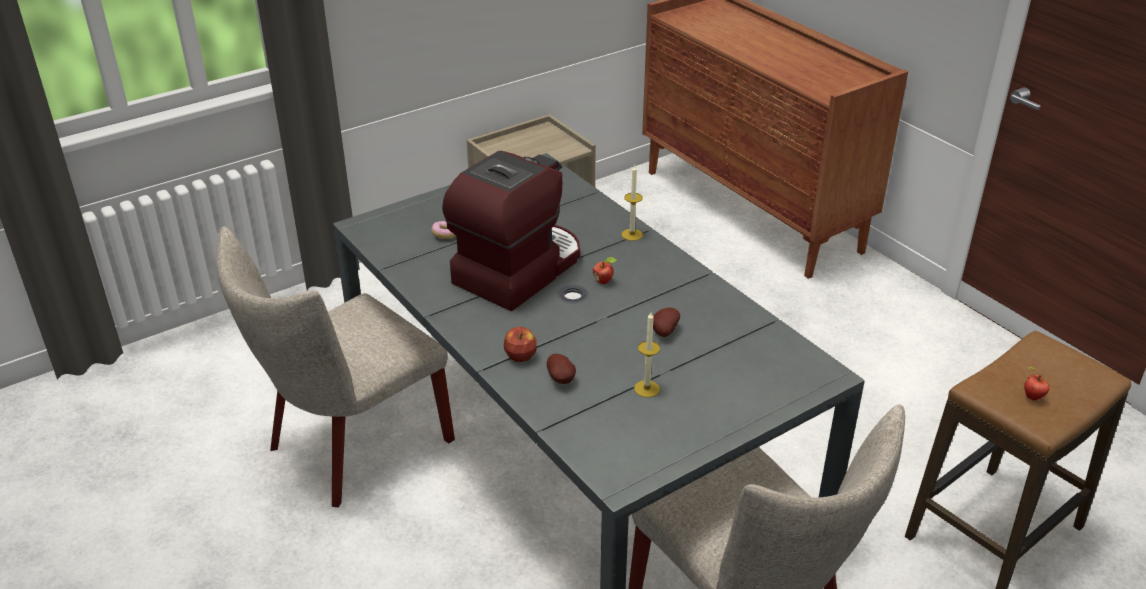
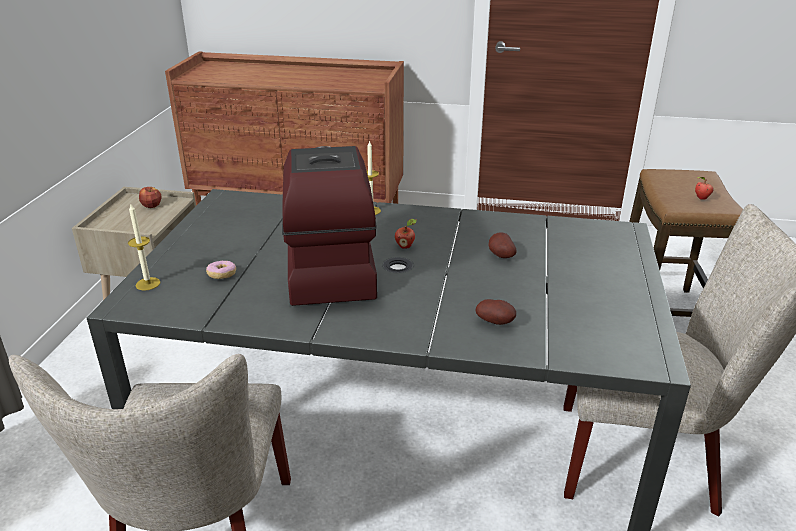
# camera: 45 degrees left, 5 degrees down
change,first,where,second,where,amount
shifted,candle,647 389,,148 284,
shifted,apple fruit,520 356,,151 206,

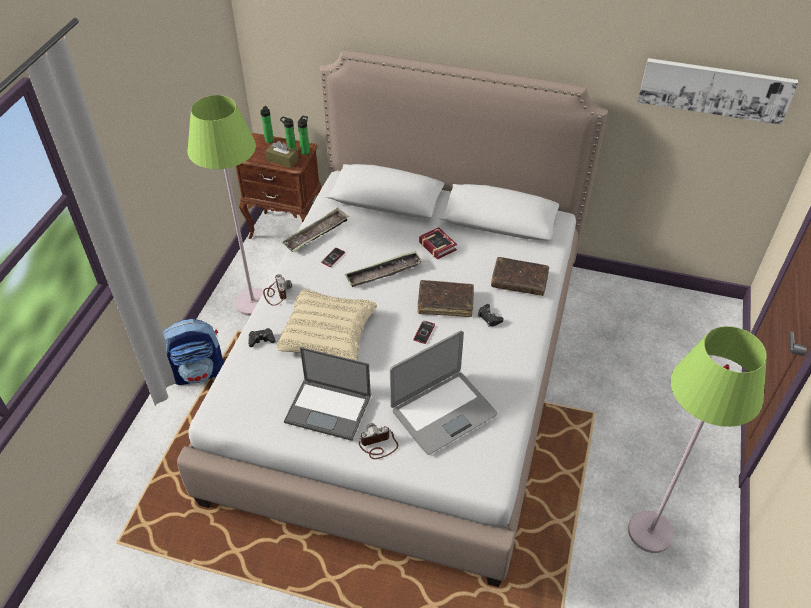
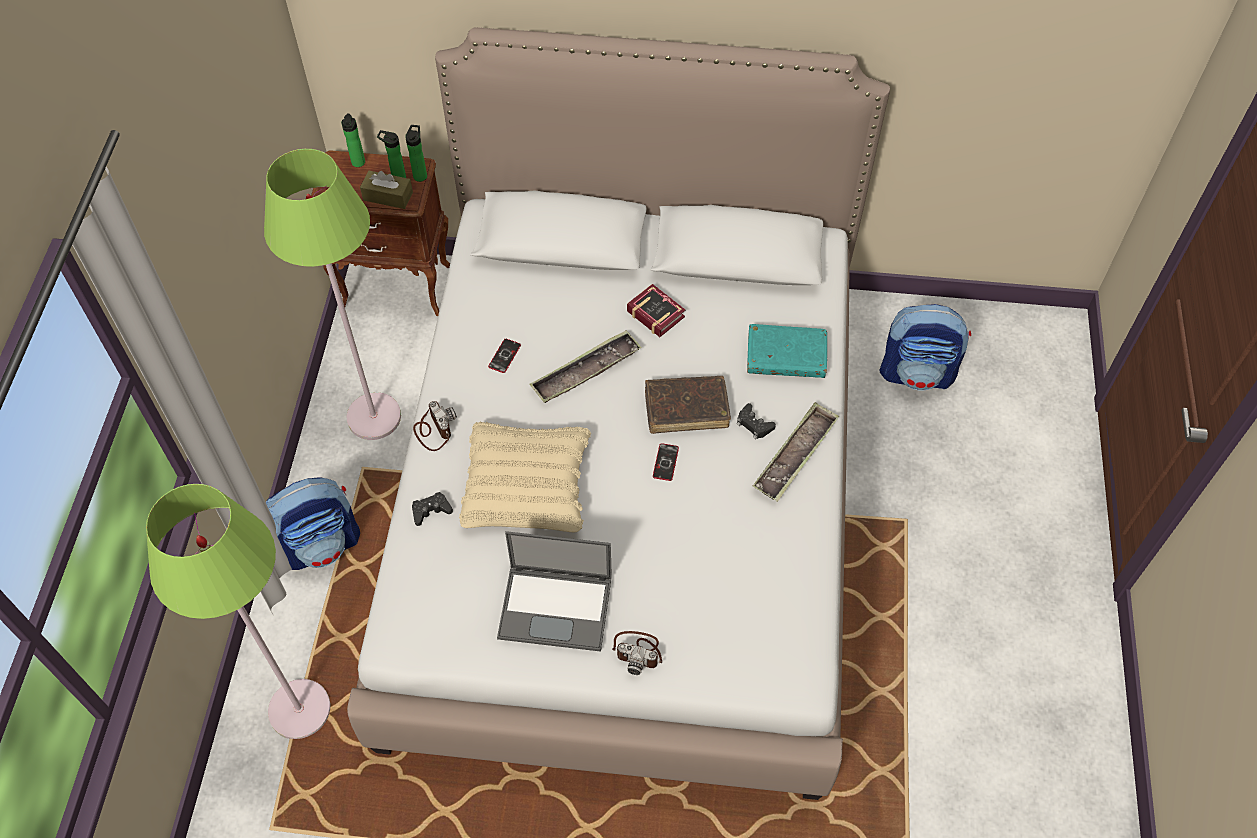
# camera: 10 degrees left, 10 degrees up
change,first,where,second,where,amount
shifted,green floor lamp,650 532,,300 710,
rotated,photo camera,378 445,,638 651,135 degrees counterclockwise
repainted,brown book,519 281,turquoise book,786 357,
shifted,serving tray,316 233,,795 456,
new,,,knapsack,917 373,
gone,laptop,443 412,,,
gone,wall picture,714 89,,,

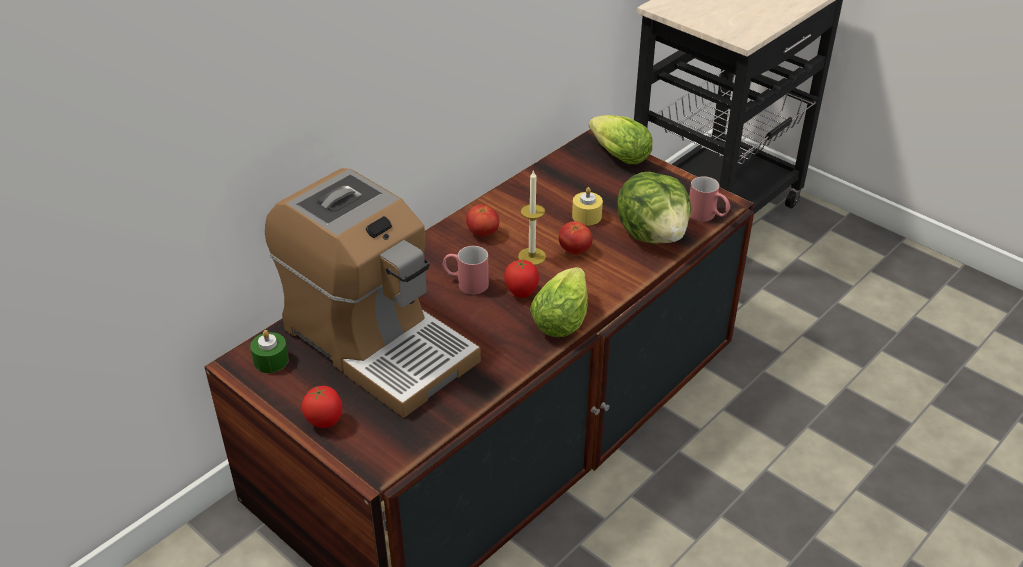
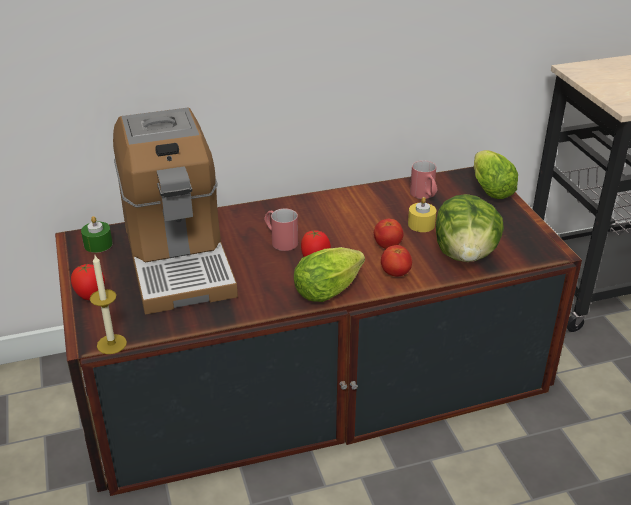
# camera: 30 degrees right, 5 degrees down
change,first,where,second,where,amount
shifted,candle,532 256,,111 344,
shifted,whole tomato,483 233,,395 273,
shifted,reddish tea mug,707 216,,424 196,

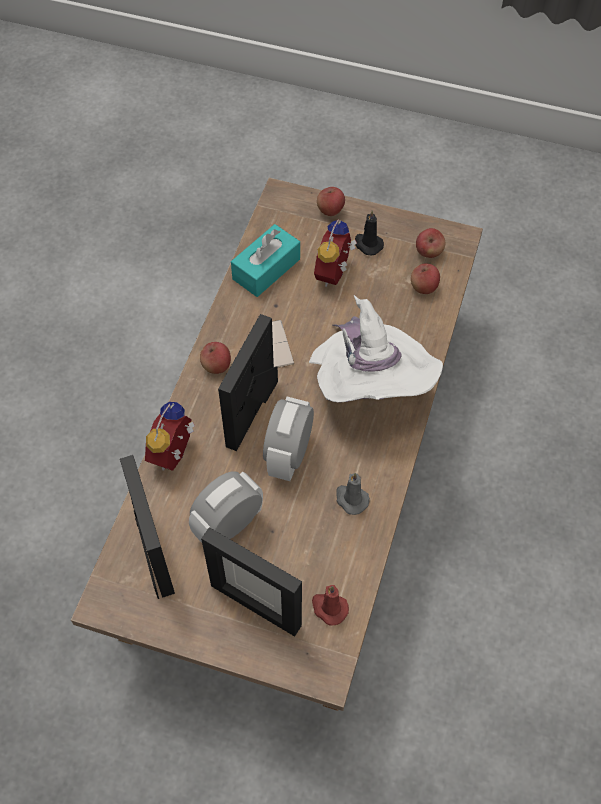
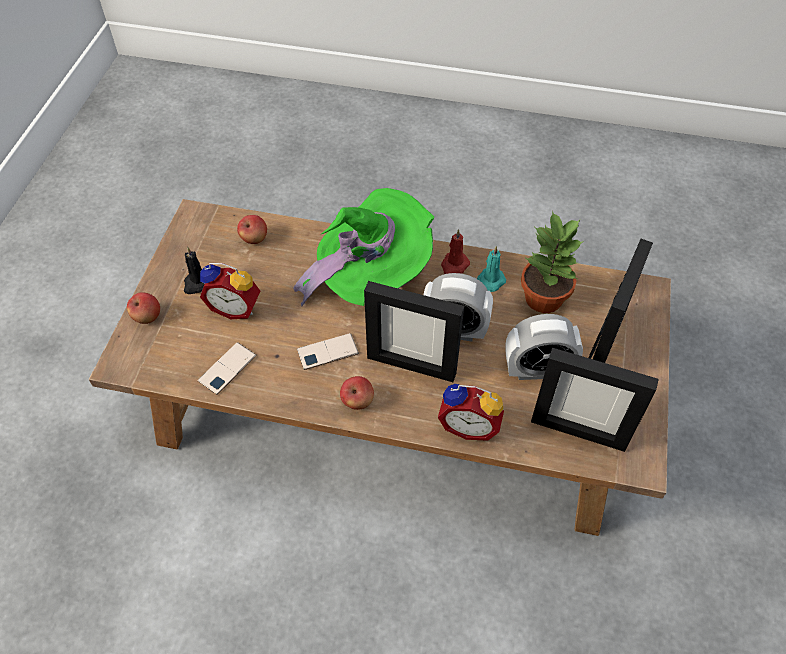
# camera: 95 degrees left, 5 degrees down
change,first,where,second,where,amount
swapped,turquoise tissue box,266 269,phone,227 368,
repainted,white-coloured clothing hat,369 386,green clothing hat,370 274,
shifted,reddish candle,329 608,,454 266,
repainted,grey candle,351 499,turquoise candle,489 282,
rotated,table clock,229 527,,537 370,45 degrees counterclockwise
new,,,plant in a pot,544 297,
rotated,standing frame,153 552,,579 429,135 degrees counterclockwise
gone,apple fruit,429 252,,,

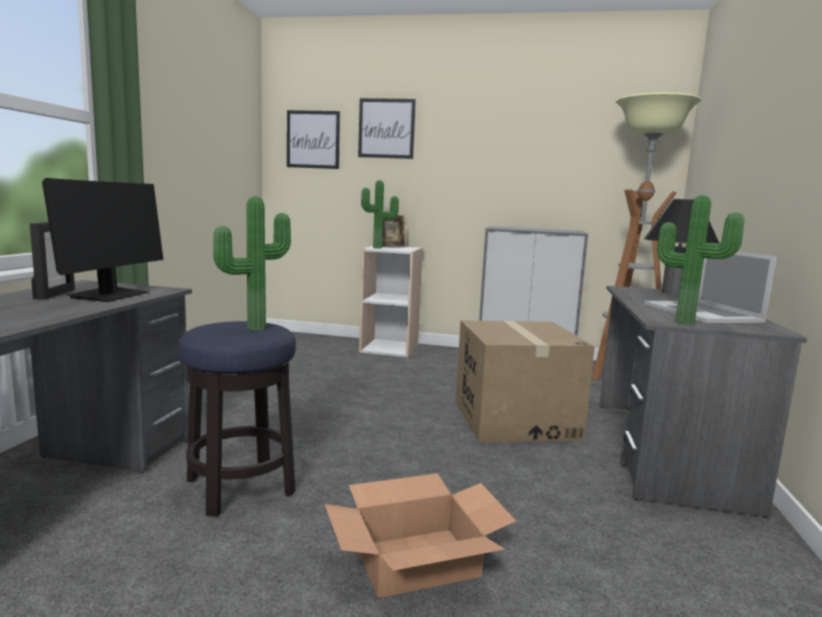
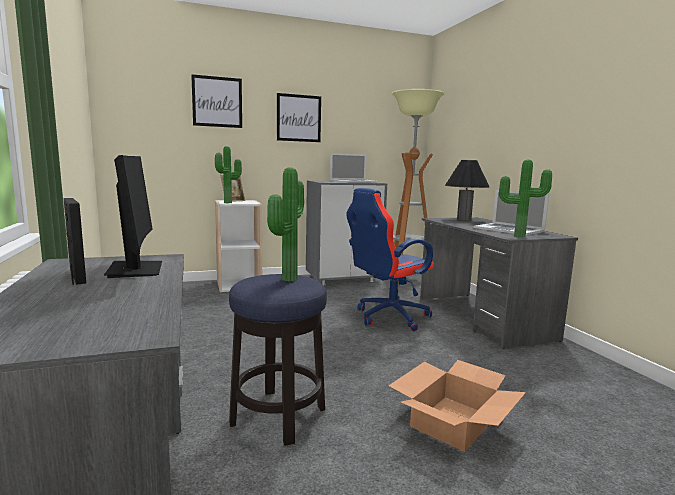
# camera: 30 degrees left, 0 degrees up
change,first,where,second,where,amount
shifted,wall picture,313 139,,298 118,
new,,,laptop,353 181,
swapped,packing box,514 419,blue-coloured office chair,387 318,

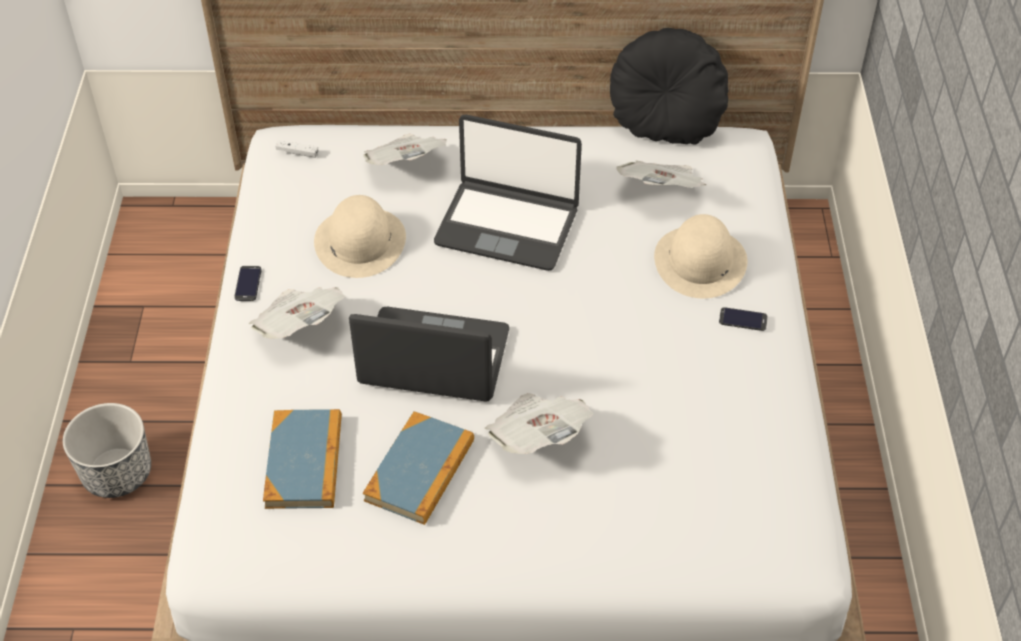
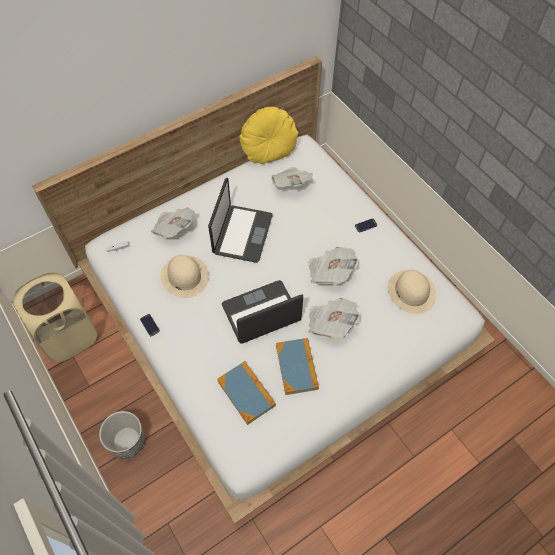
# camera: 35 degrees left, 10 degrees up
change,first,where,second,where,amount
new,,,sand-coloured washing basket,69 336,
rotated,laptop,507 225,,242 234,60 degrees counterclockwise
repainted,blackish pillow,665 129,yellow-coloured pillow,269 154,
shifted,printed paper,299 327,,330 272,
shifted,sand-coloured clothing hat,700 261,,411 292,

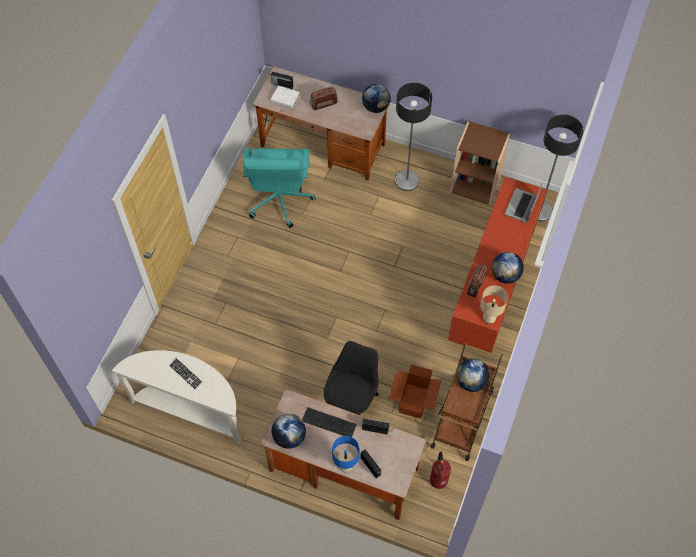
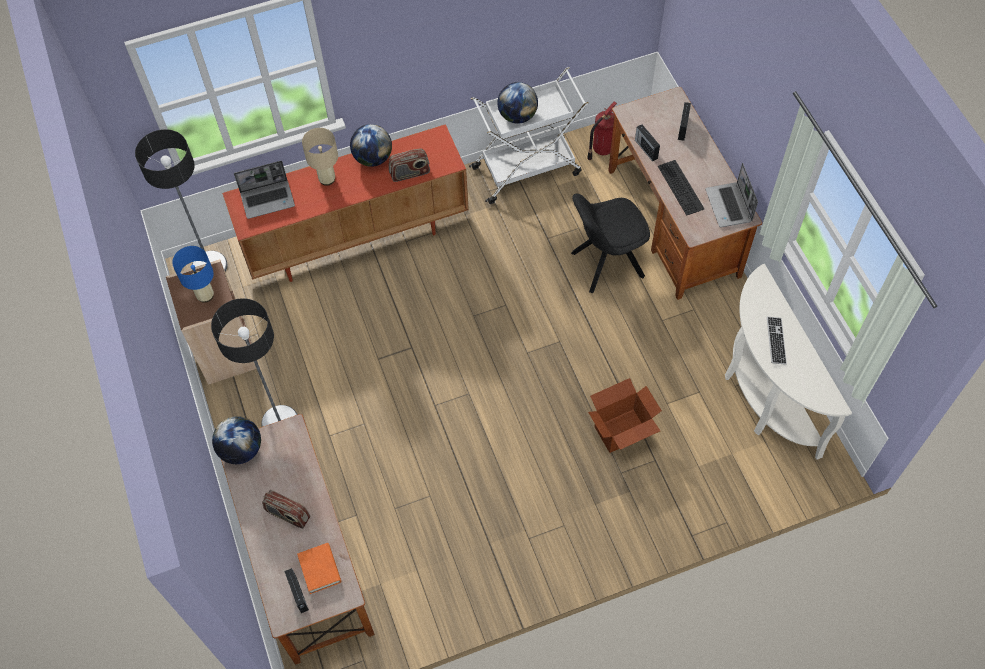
# camera: 130 degrees left, 0 degrees up
change,first,where,second,where,amount
shifted,blue-coloured tabletop lamp,346 466,,205 295,
repainted,white-coloured book,285 99,orange-coloured book,320 569,
shifted,sand-coloured tabletop lamp,488 318,,327 179,
repainted,brown trolley,461 420,white-coloured trolley,527 171,
shifted,packing box,413 401,,622 431,
swapped,desk globe,289 437,laptop,729 206,
gone,turquoise office chair,280 199,,,

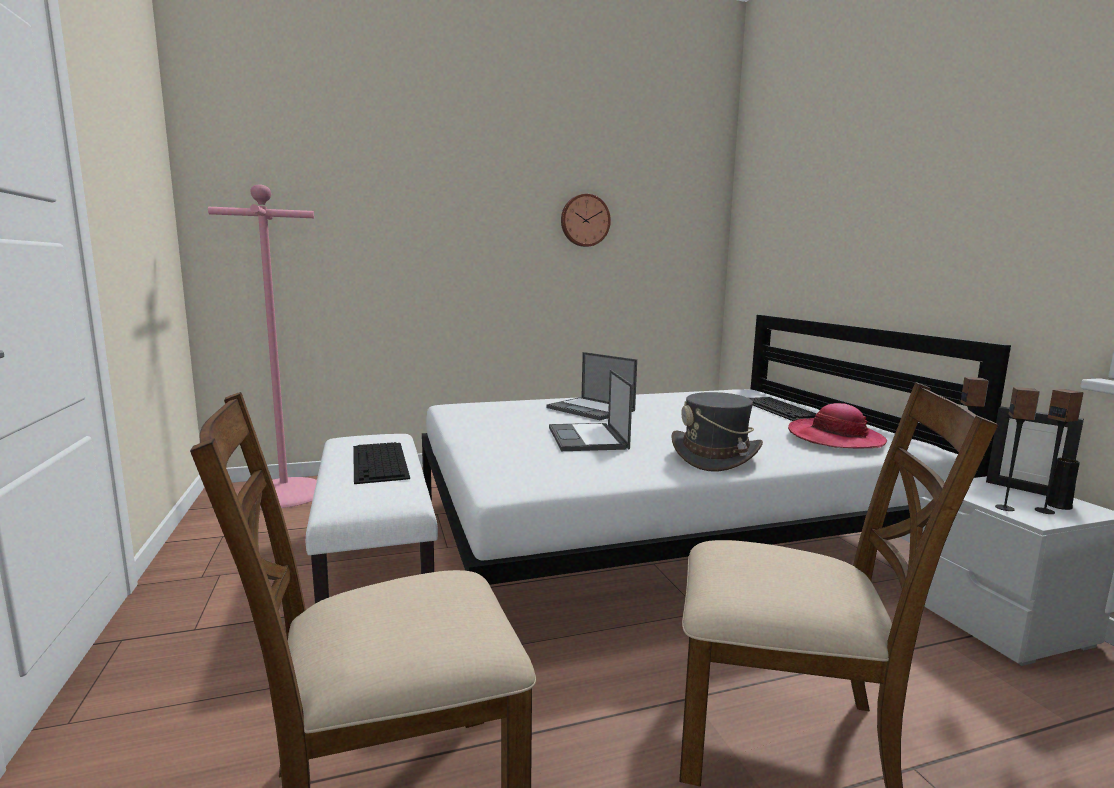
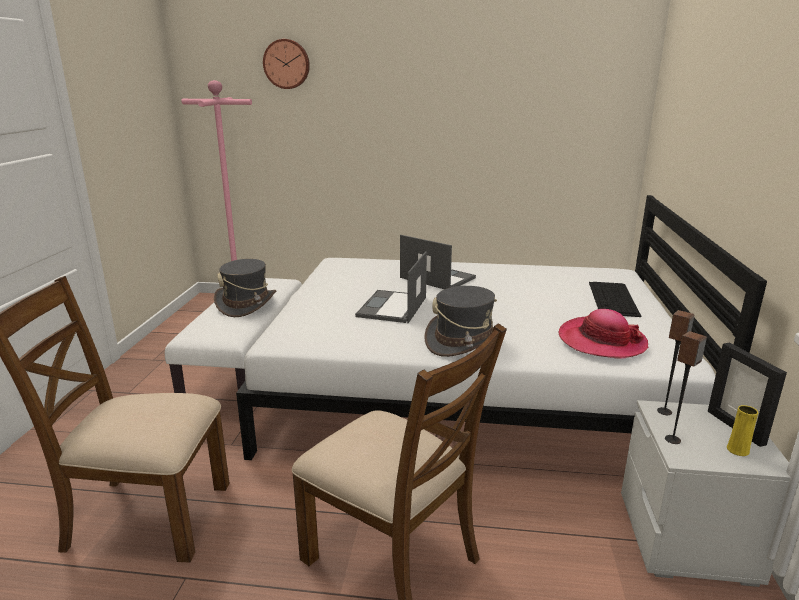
# camera: 25 degrees right, 10 degrees up
change,first,where,second,where,amount
swapped,PC keyboard,380 462,grey clothing hat,246 304,
shifted,wall clock,584 220,,287 64,
rotated,laptop,591 409,,436 278,150 degrees clockwise
repainted,blackish decorative vase,1059 506,yellow-coloured decorative vase,737 450,
gone,speaker,1045 511,,,

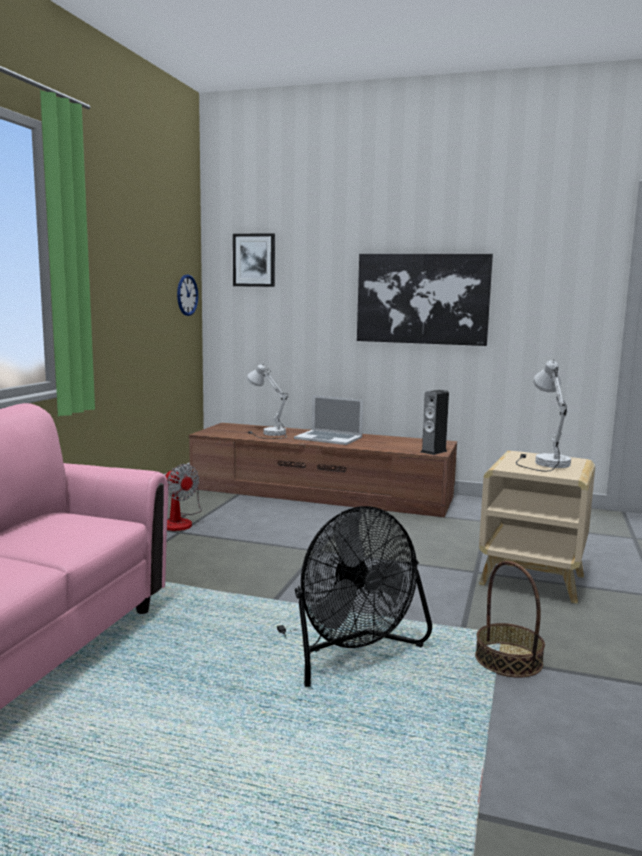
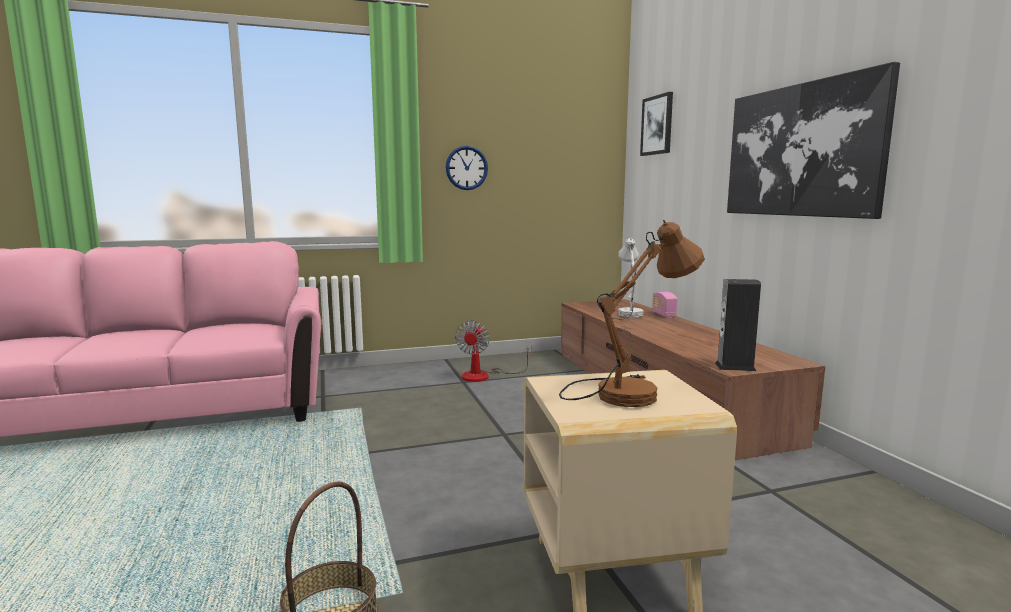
# camera: 55 degrees right, 0 degrees up
change,first,where,second,where,amount
shifted,wall clock,187 295,,466 168,
repainted,white-coloured tabletop lamp,541 463,brown tabletop lamp,623 391,
new,,,radio receiver,663 315,
gone,blackish fan,345 654,,,
gone,laptop,328 438,,,

